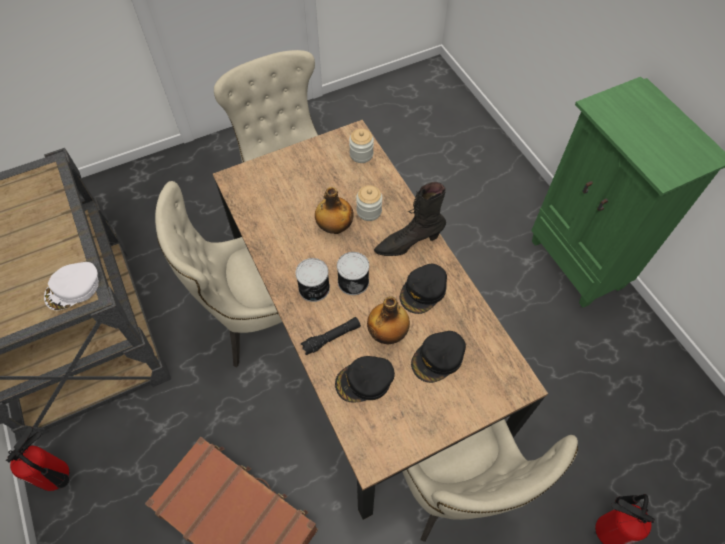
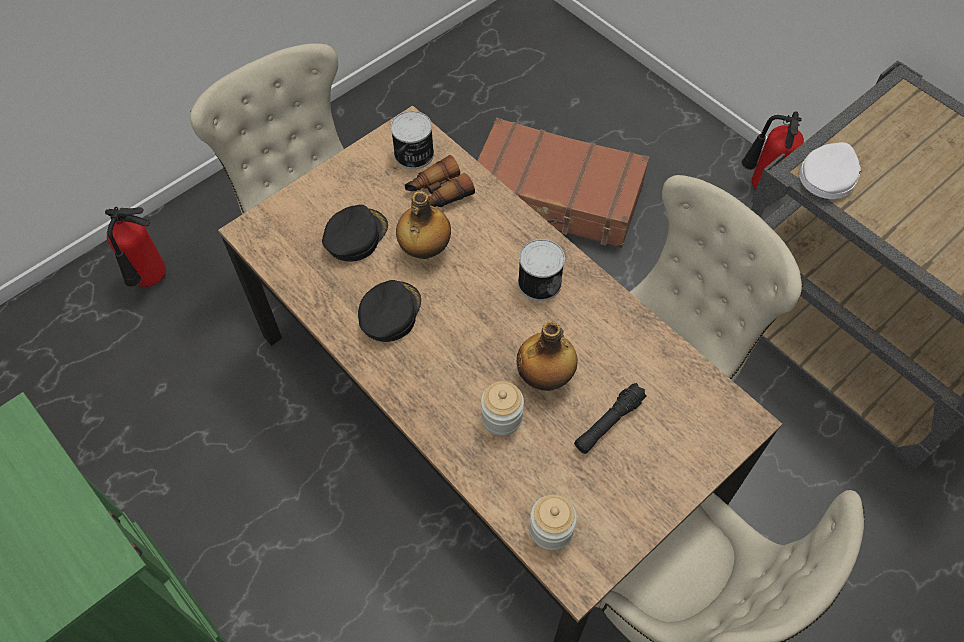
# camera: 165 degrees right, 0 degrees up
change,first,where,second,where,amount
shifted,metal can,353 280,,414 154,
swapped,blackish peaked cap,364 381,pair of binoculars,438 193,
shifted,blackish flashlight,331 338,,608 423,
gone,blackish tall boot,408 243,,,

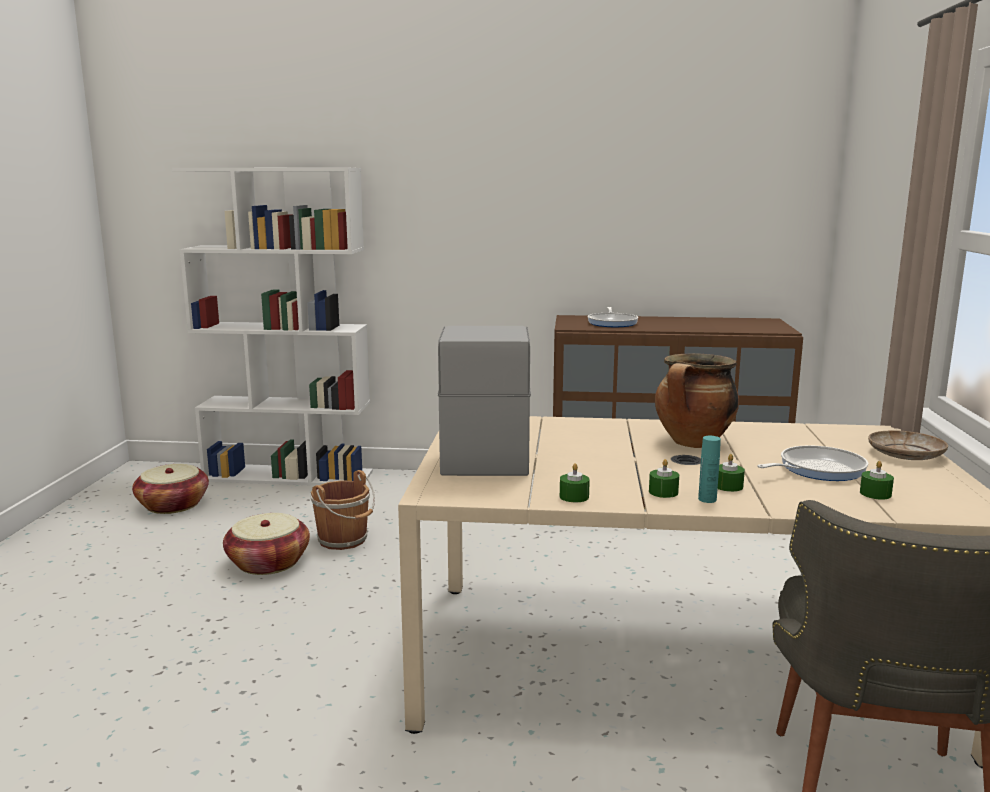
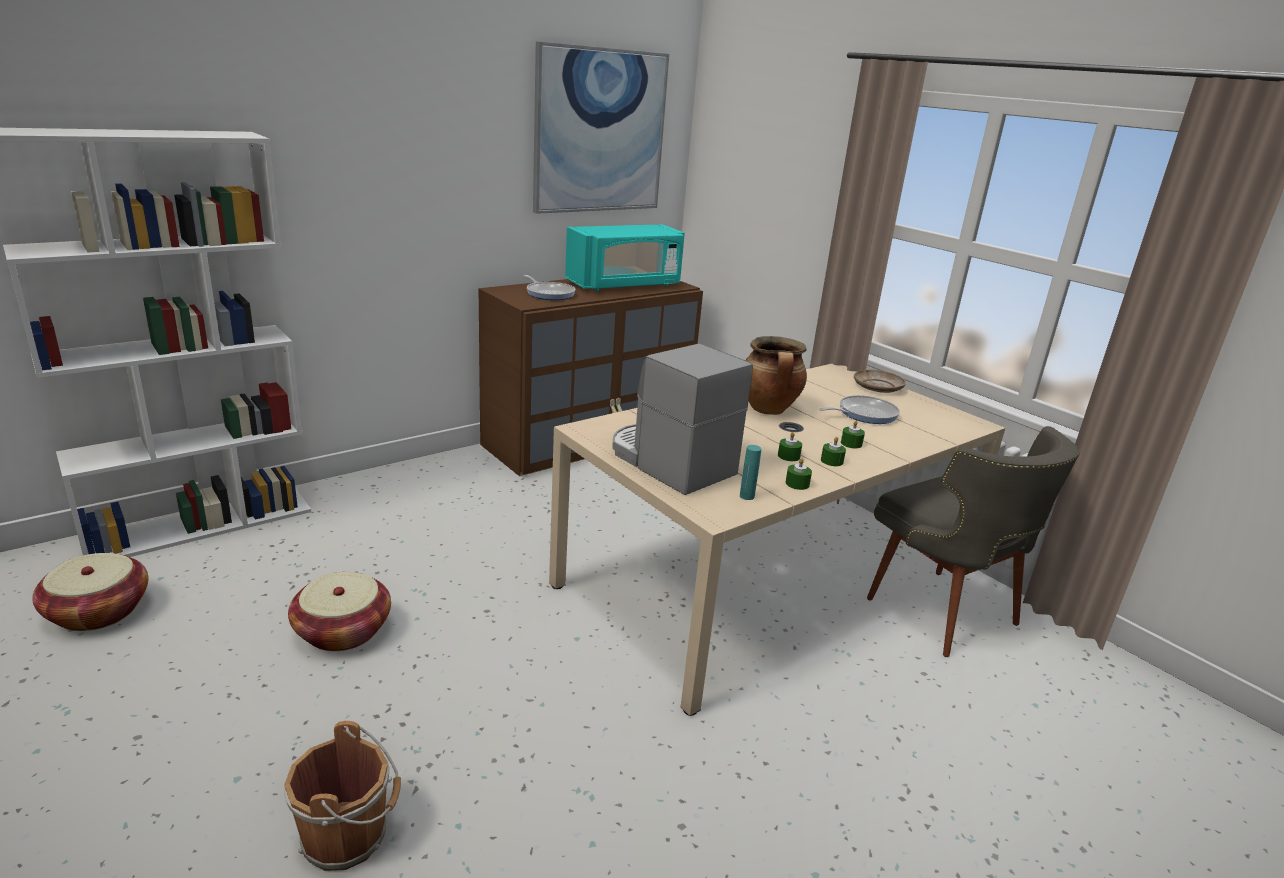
# camera: 45 degrees left, 10 degrees up
change,first,where,second,where,amount
shifted,brown water bucket,344 540,,349 836,
new,,,wall picture,600 131,
new,,,turquoise kitchen microwave,625 285,
shifted,turquoise drink bottle,707 499,,747 496,
shifted,green candle,875 494,,788 456,
rotated,skillet,817 469,,864 414,45 degrees clockwise

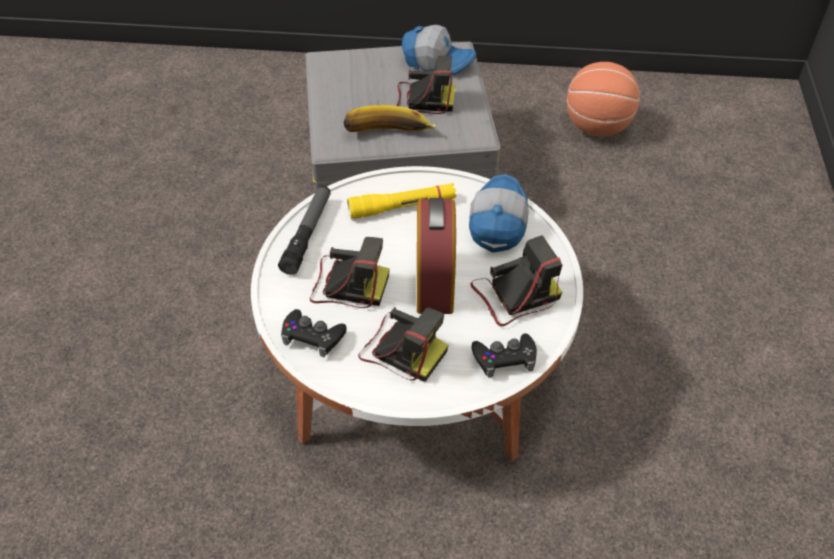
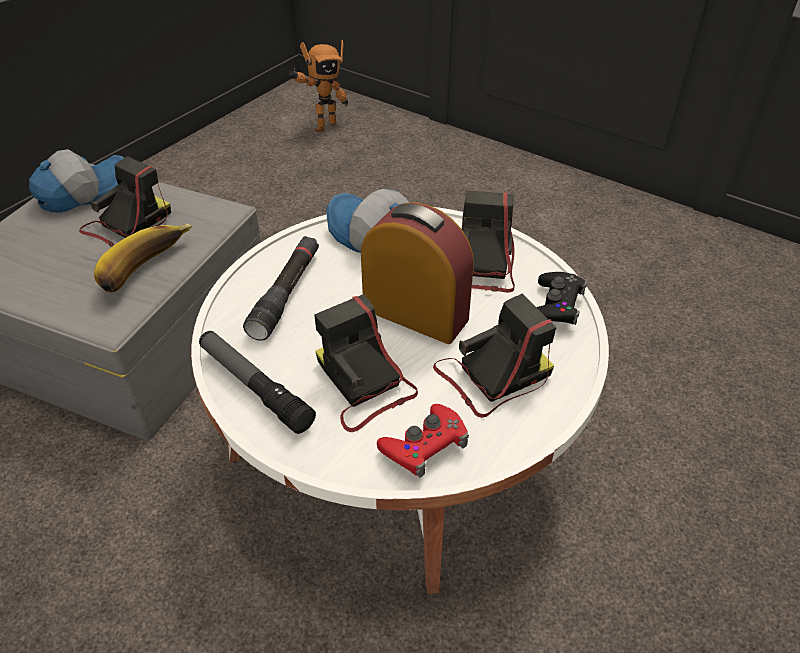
# camera: 60 degrees left, 5 degrees down
change,first,where,second,where,amount
repainted,yellow-coloured flashlight,402 207,blackish flashlight,286 294,
new,,,toy robot,323 126,
rotated,photo camera,347 284,,363 384,75 degrees counterclockwise
repainted,blackish joypad,313 336,reddish joypad,424 445,
gone,ball for basketball,597 127,,,

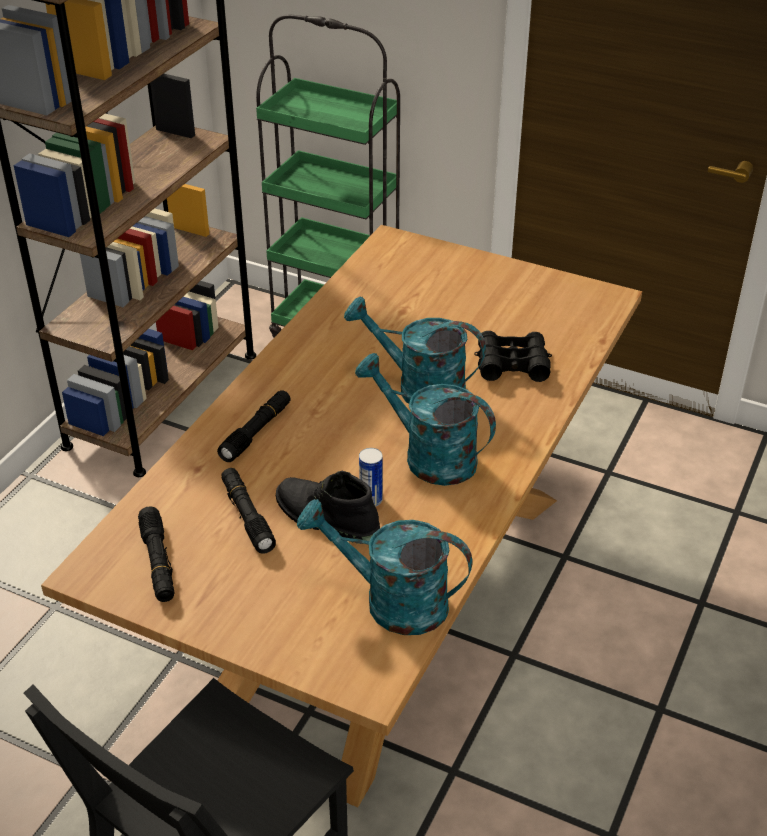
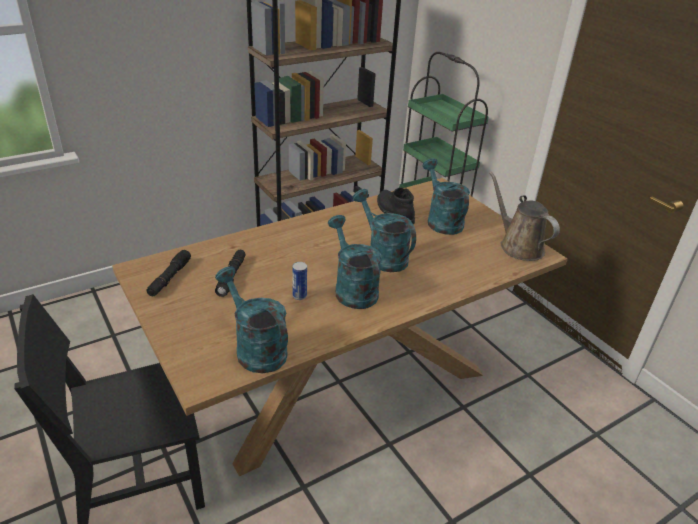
# camera: 30 degrees right, 5 degrees down
change,first,where,second,where,amount
shifted,blackish tall boot,325 519,,394 213,
new,,,turquoise watering can,441 220,
new,,,brown watering can,518 246,
gone,blackish flashlight,256 432,,,
gone,blackish pair of binoculars,512 364,,,

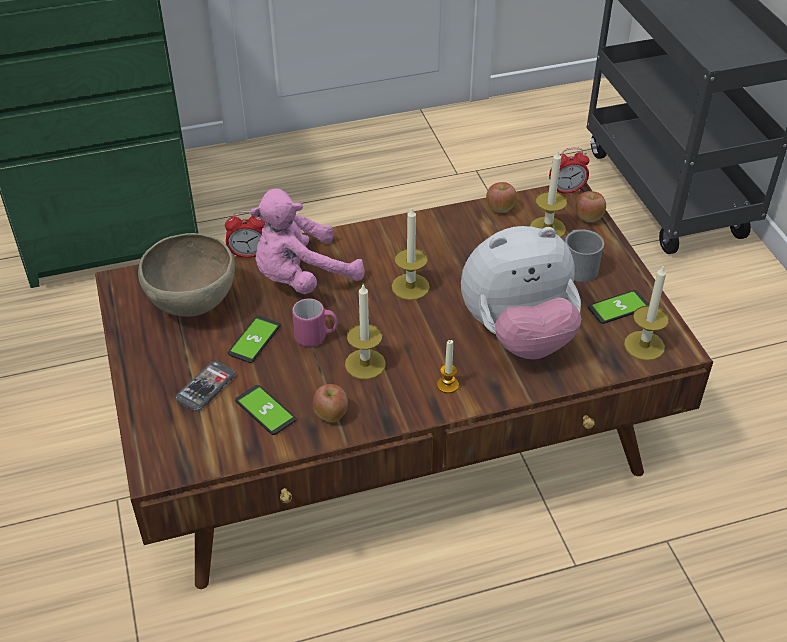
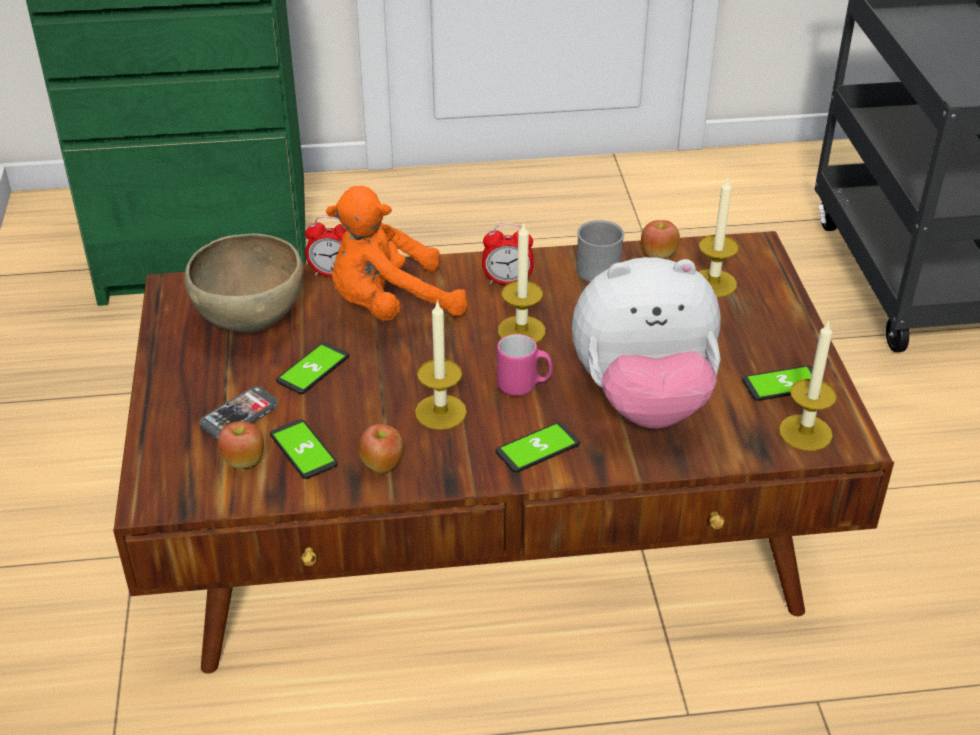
# camera: 10 degrees right, 5 degrees down
change,first,where,second,where,amount
shifted,apple fruit,588 218,,243 461,
repainted,pink plush toy,302 278,orange-coloured plush toy,390 306,
shifted,table clock,566 190,,507 281,
swapped,candle,447 385,phone,537 448,
shifted,pink tea mug,316 337,,524 385,
shifted,grey tea mug,578 266,,598 266,

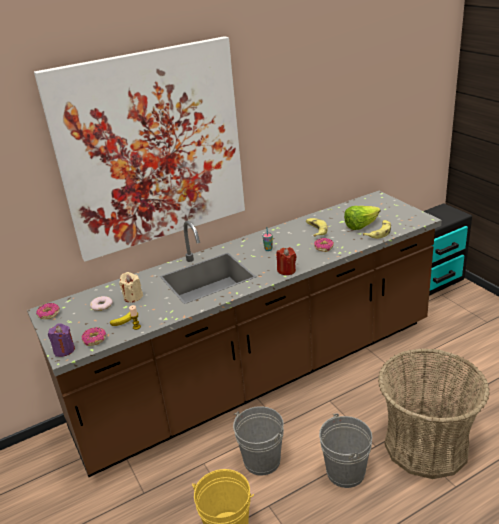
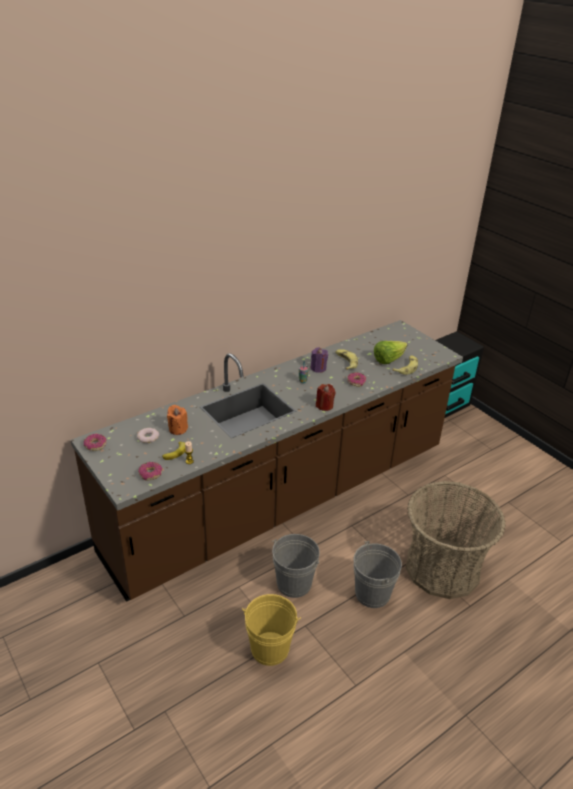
# camera: 10 degrees left, 5 degrees up
change,first,where,second,where,amount
repainted,sand-coloured candle,133 297,orange-coloured candle,178 429,
shifted,purple candle,64 350,,318 368,
gone,wall picture,152 149,,,

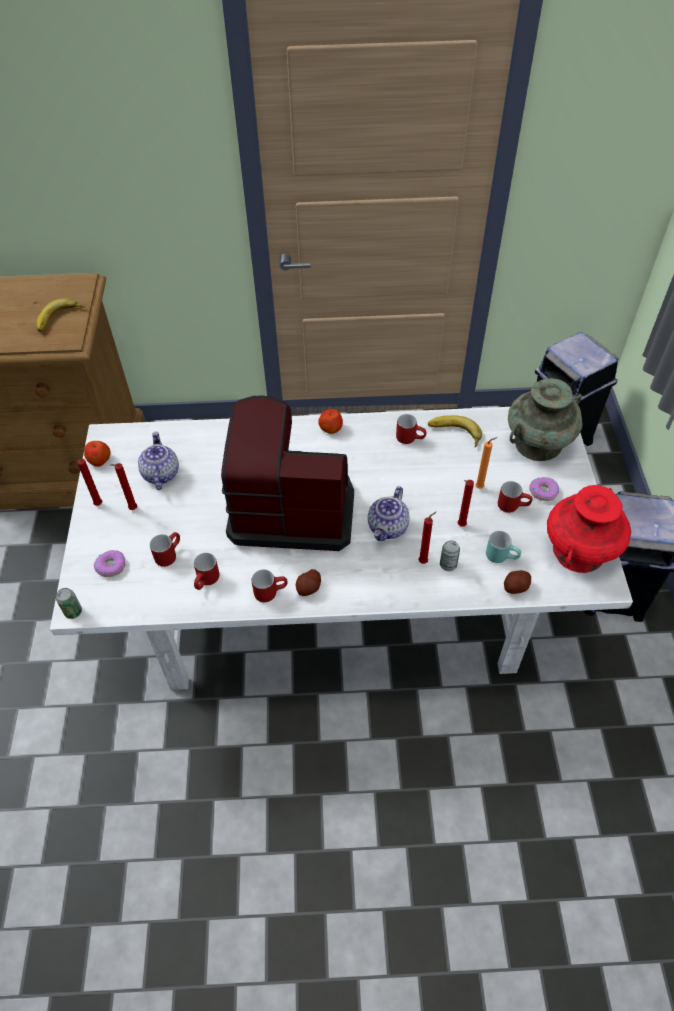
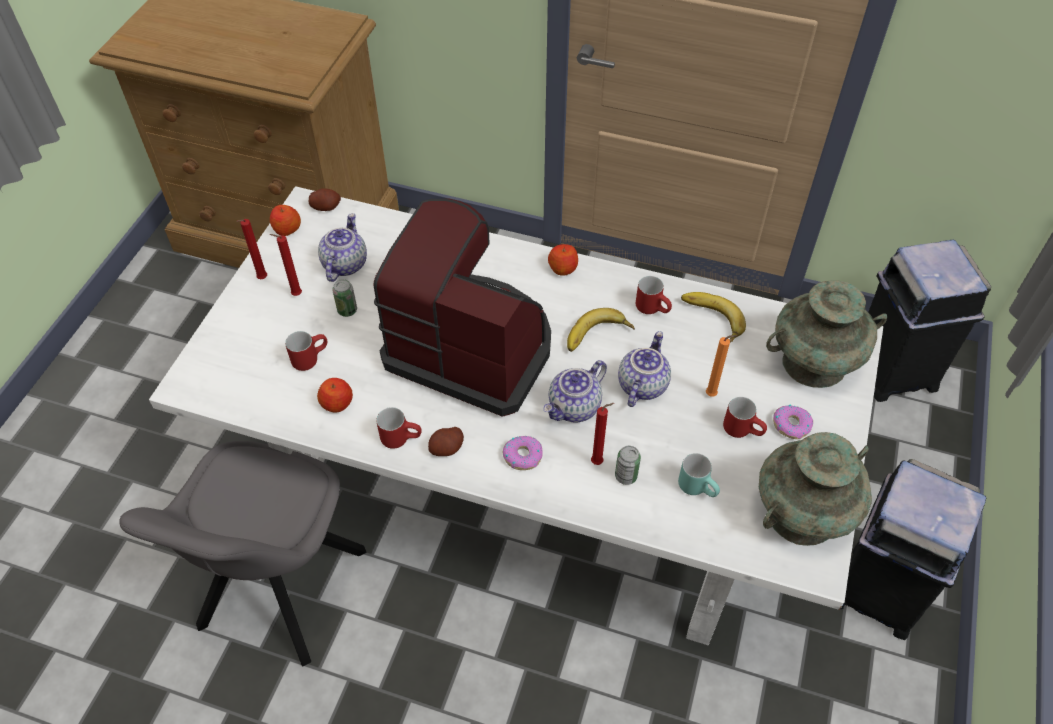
# camera: 20 degrees right, 0 degrees up
change,first,where,second,where,amount
new,,,grey chair,280 588,
shifted,whole potato,515 587,,326 207,
swapped,reddish tea mug,207 582,apple fruit,337 403,
shifted,metal can,73 611,,347 310,
shifted,ring doughnut,111 566,,522 456,
shifted,banana,60 319,,598 337,
new,,,tea pot,641 385,
repainted,reddish decorative vase,579 550,turquoise decorative vase,803 514,
gone,reddish candle,460 525,,,

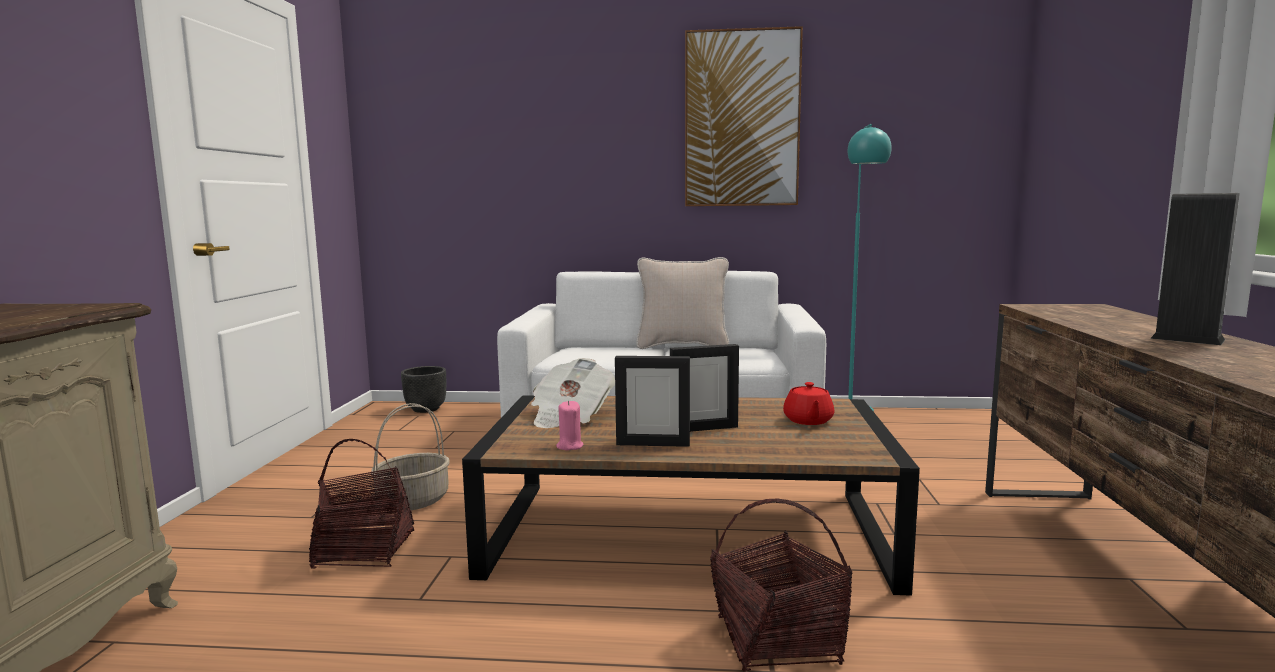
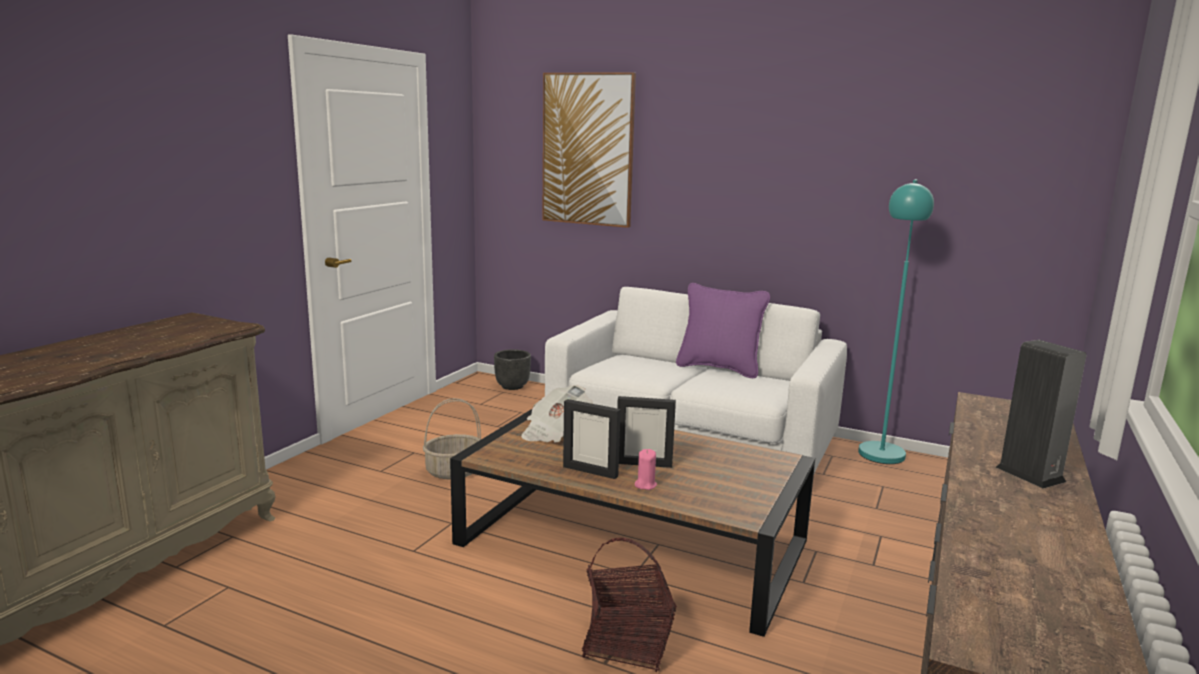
# camera: 20 degrees right, 5 degrees up
change,first,where,second,where,amount
shifted,wall picture,741 119,,588 150,
shifted,pink candle,569 446,,645 485,
repainted,sand-coloured pillow,682 346,purple pillow,719 368,
gone,household basket,364 550,,,
gone,reddish tea pot,808 421,,,

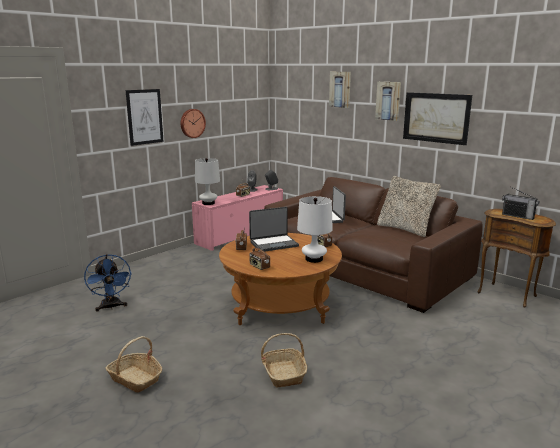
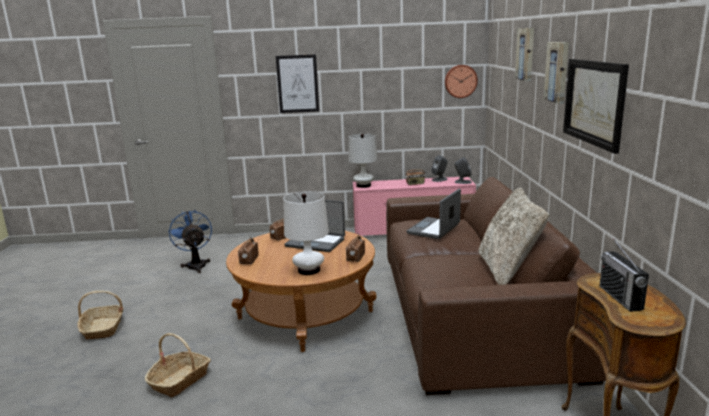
# camera: 45 degrees right, 0 degrees up
change,first,where,second,where,amount
rotated,blue-coloured fan,111 307,,196 265,135 degrees clockwise
shifted,wall clock,192 123,,460 81,

